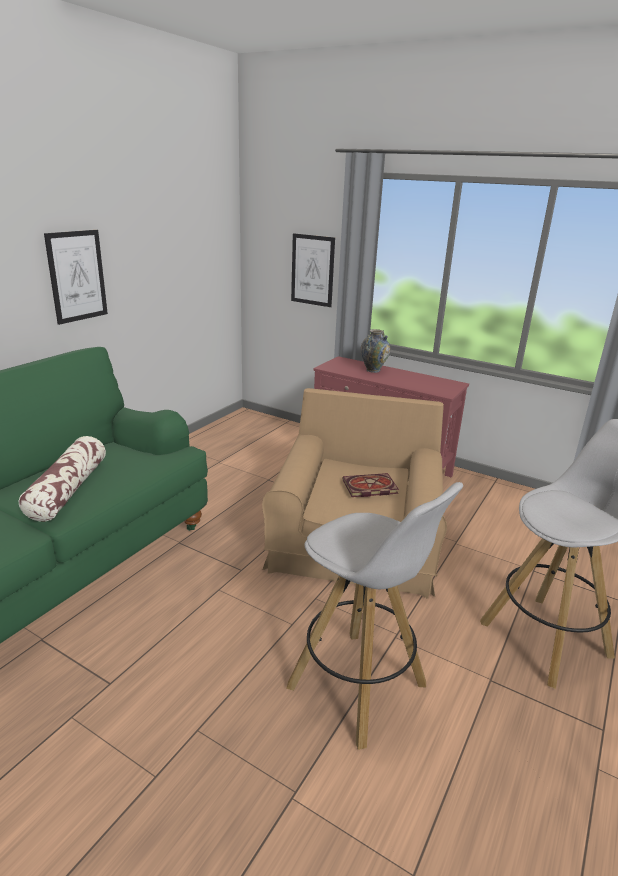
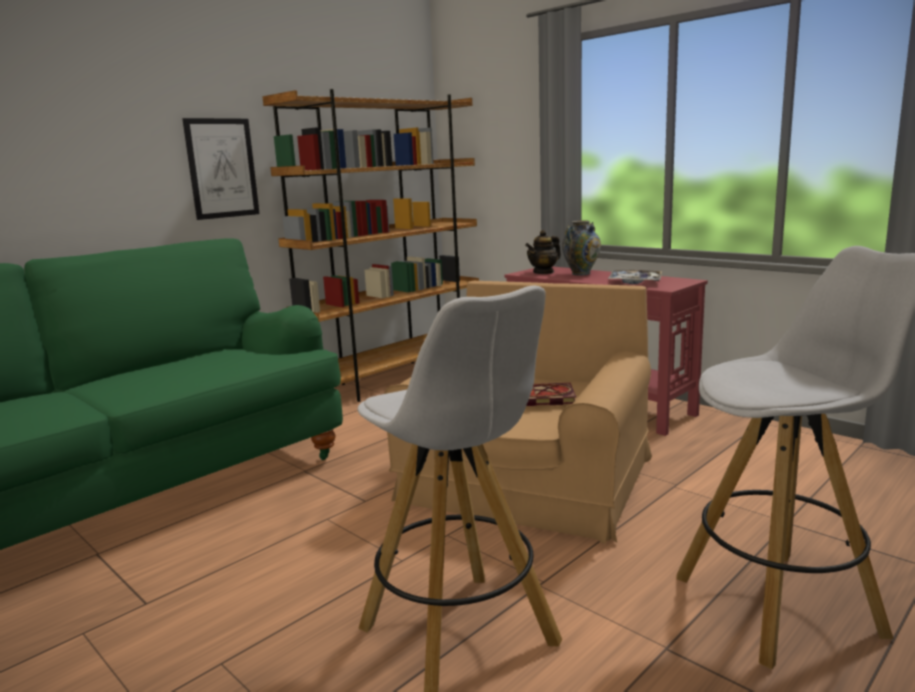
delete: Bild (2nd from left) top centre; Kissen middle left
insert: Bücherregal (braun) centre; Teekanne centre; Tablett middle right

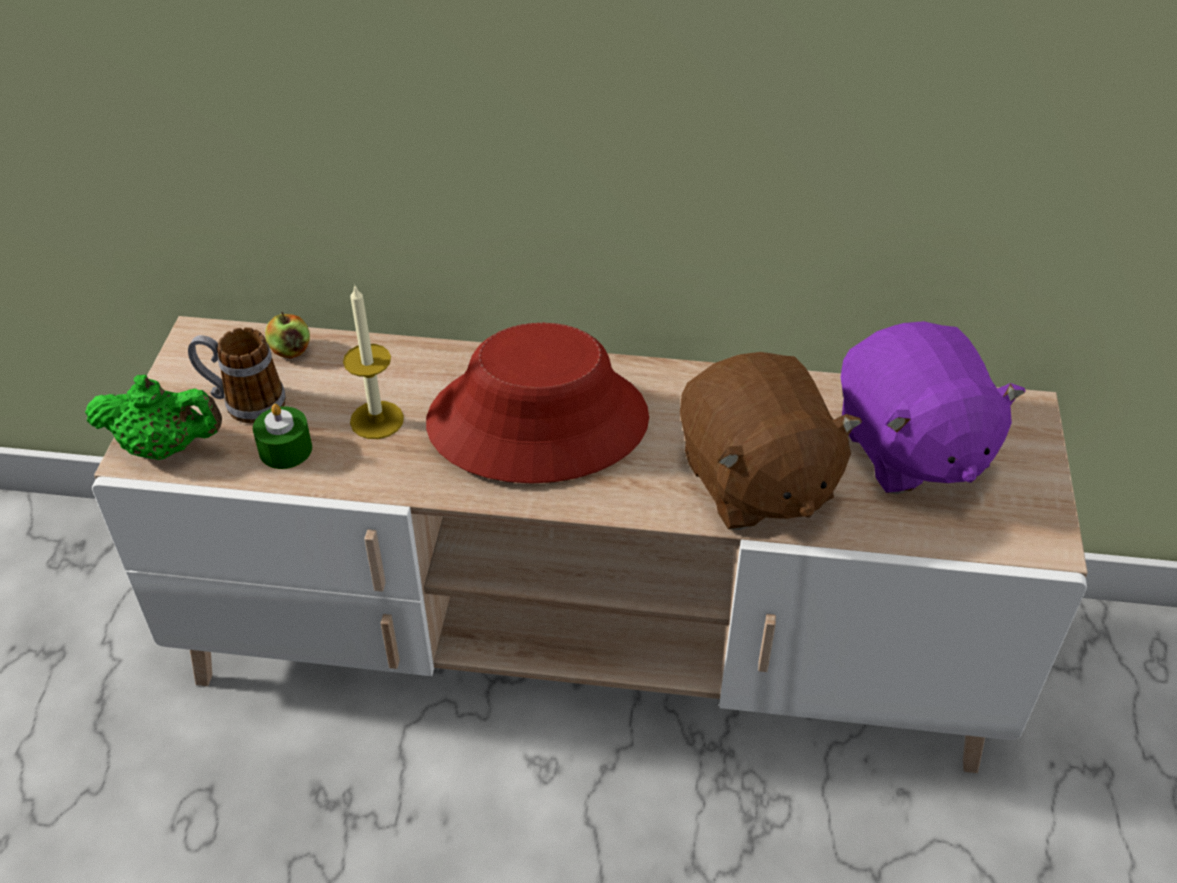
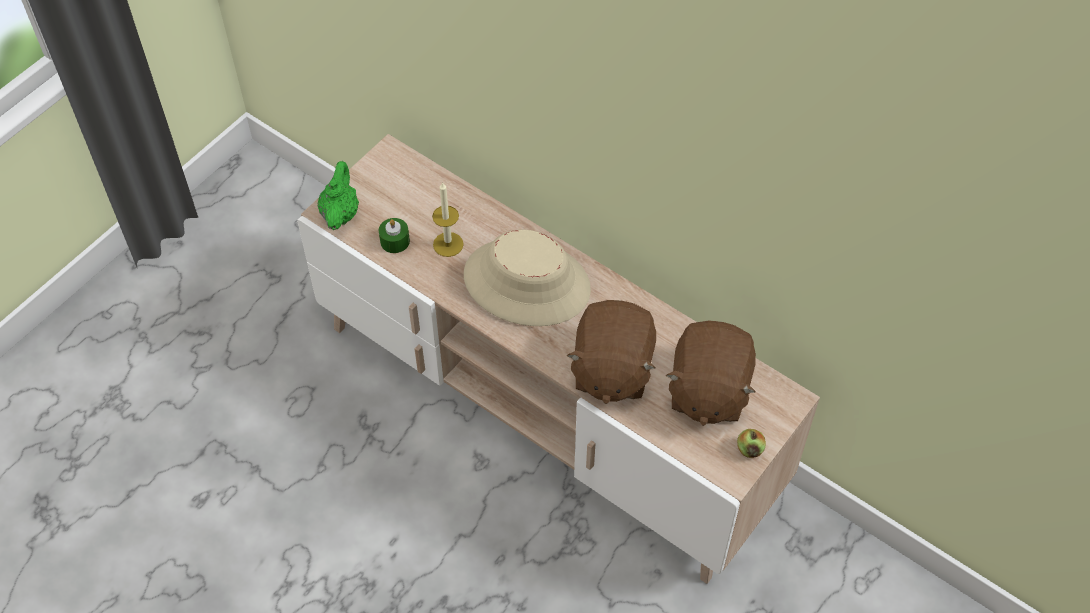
delete: Henkelbecher middle left
move: Apfel middle left to bottom right
recolor: Plüschtier (lila) middle right to Plüschtier (braun) (2nd from left) centre; Hut (rot) centre to Hut (beige) centre
rotate: Teekanne (grün) middle left = top left 120 degrees counterclockwise

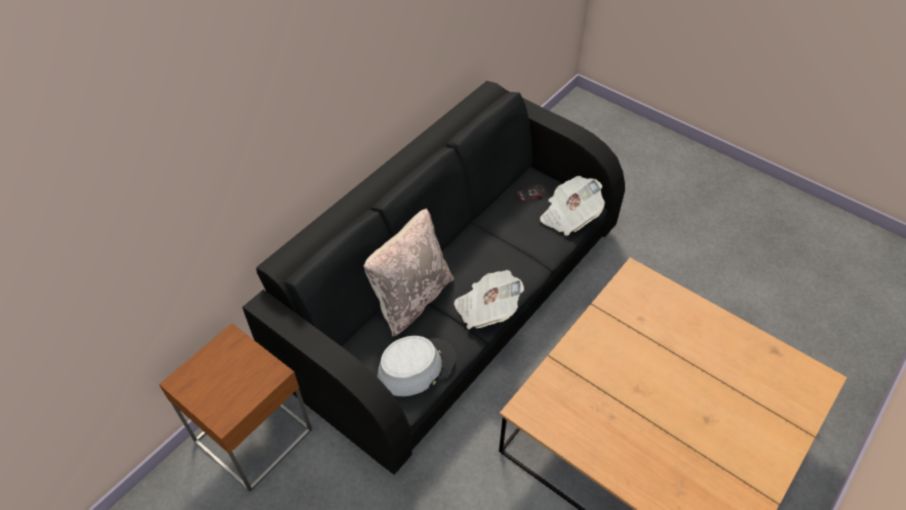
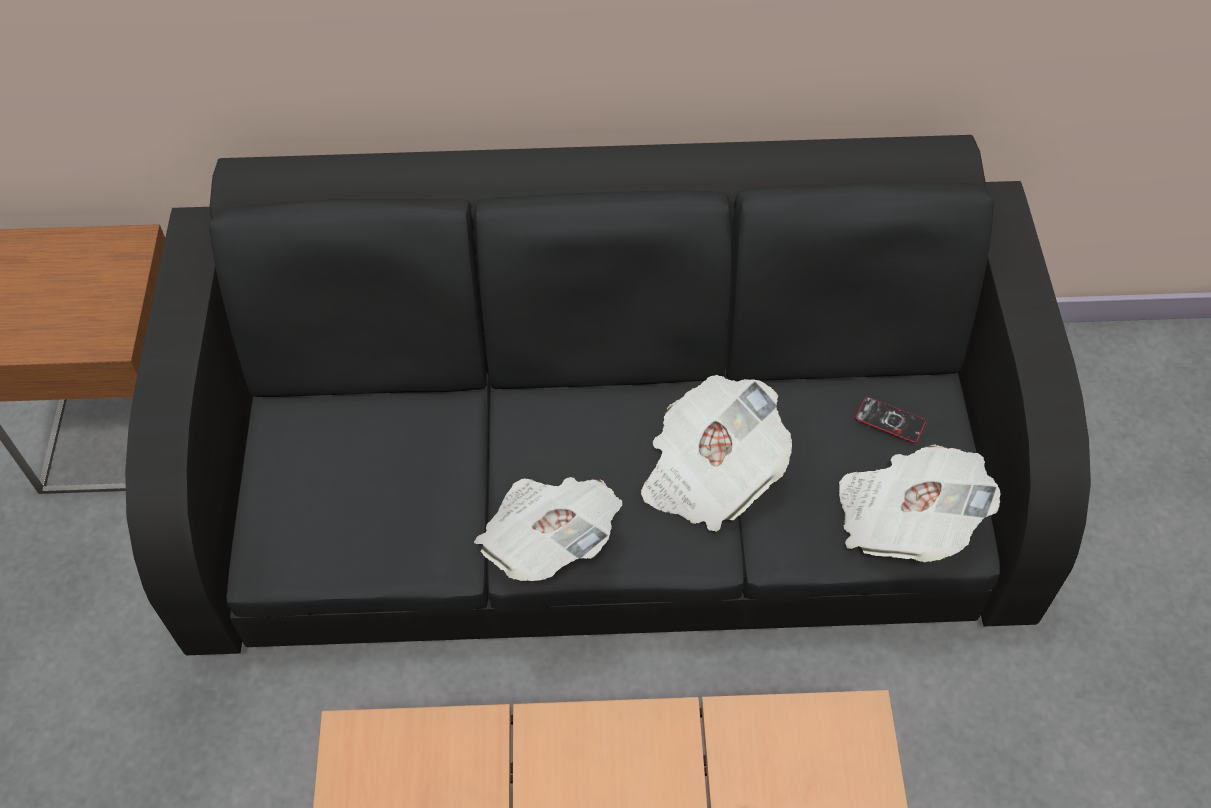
delete: Kissen (beige) centre; Hut (grau) bottom centre
insert: Zeitung (2nd from left) centre

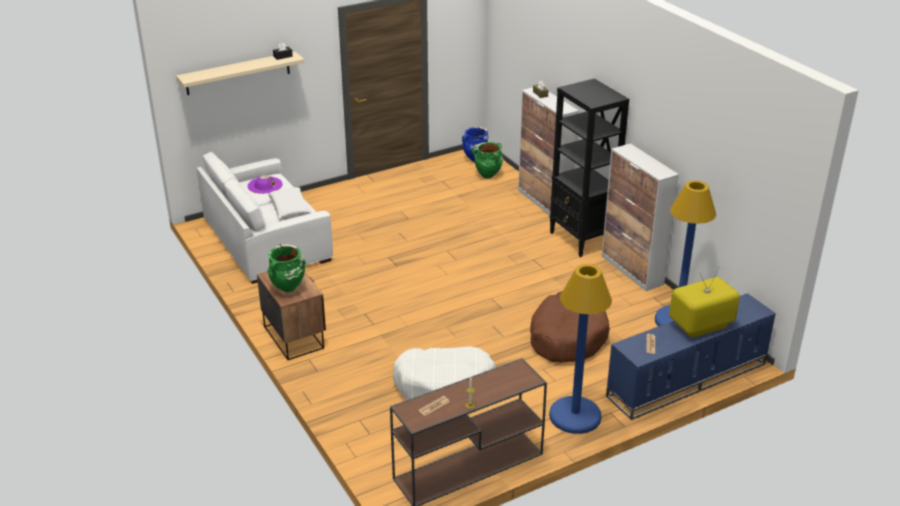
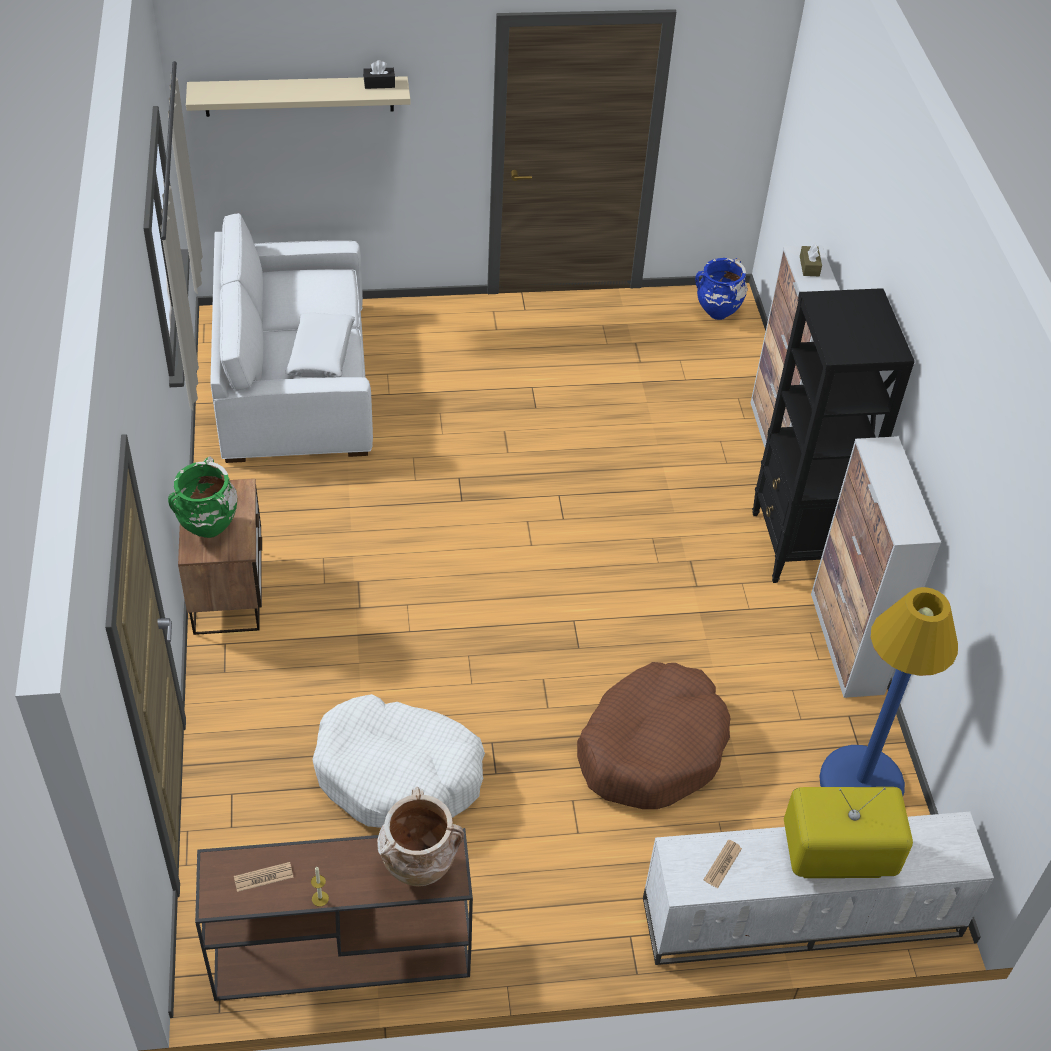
delete: Vase (grün) (2nd from left) top centre; Hut (lila) middle left; Stehlampe (blau) (1st from left) bottom centre
insert: Vase (beige) bottom centre
recolor: Fernsehschrank (blau) bottom right to Fernsehschrank (weiß) bottom right

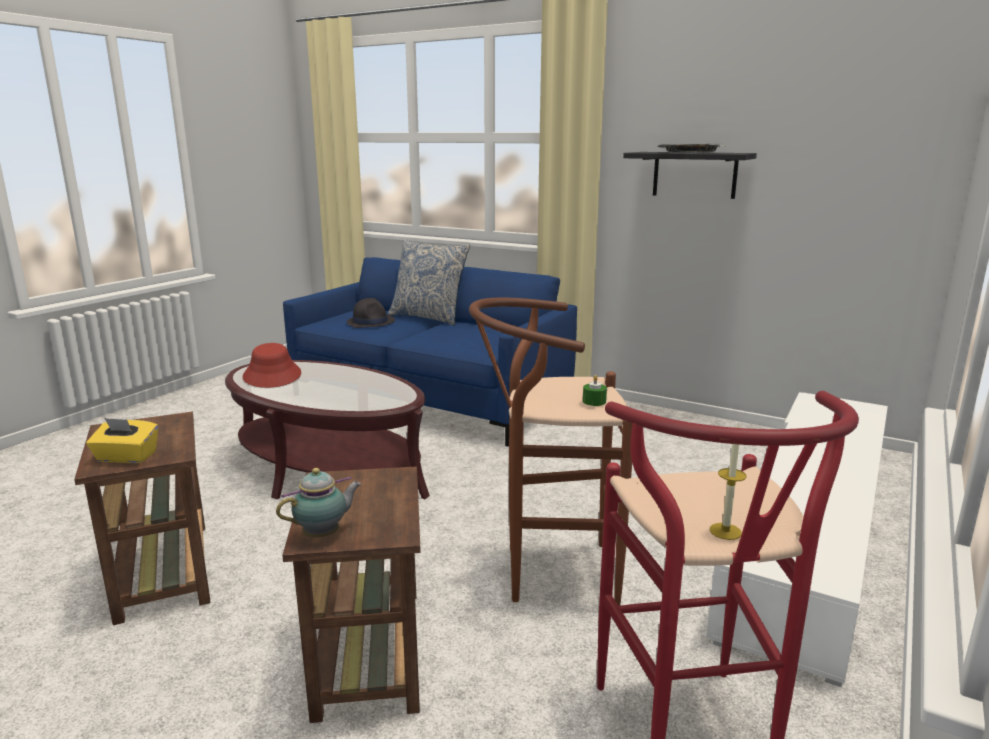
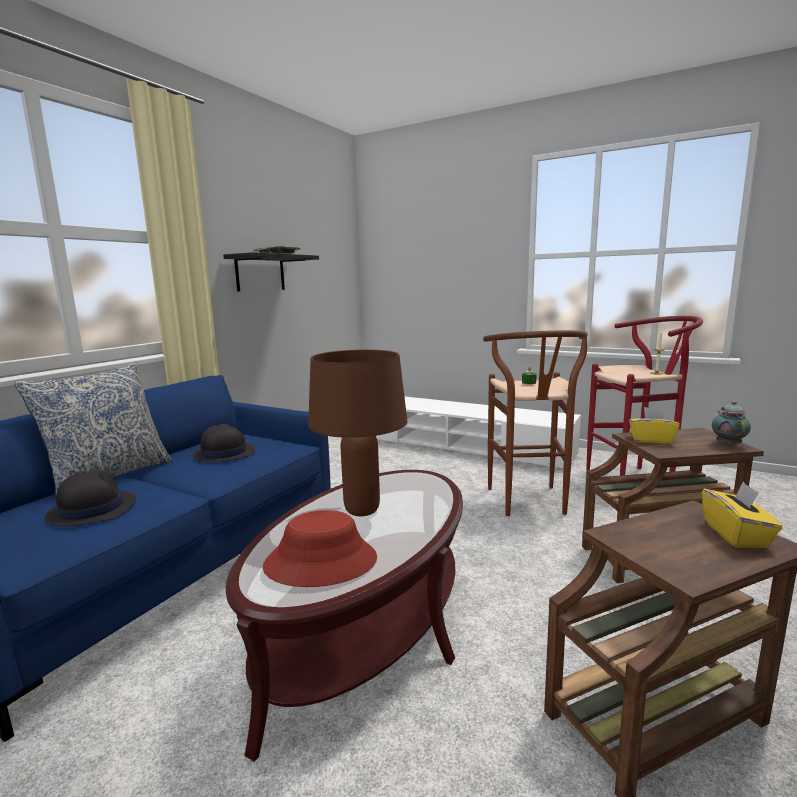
insert: Tischlampe (braun) centre; Taschentuchbox (gelb) (1st from left) middle right; Hut (schwarz) (2nd from left) middle left
rotate: Teekanne bottom left = middle right 45 degrees clockwise

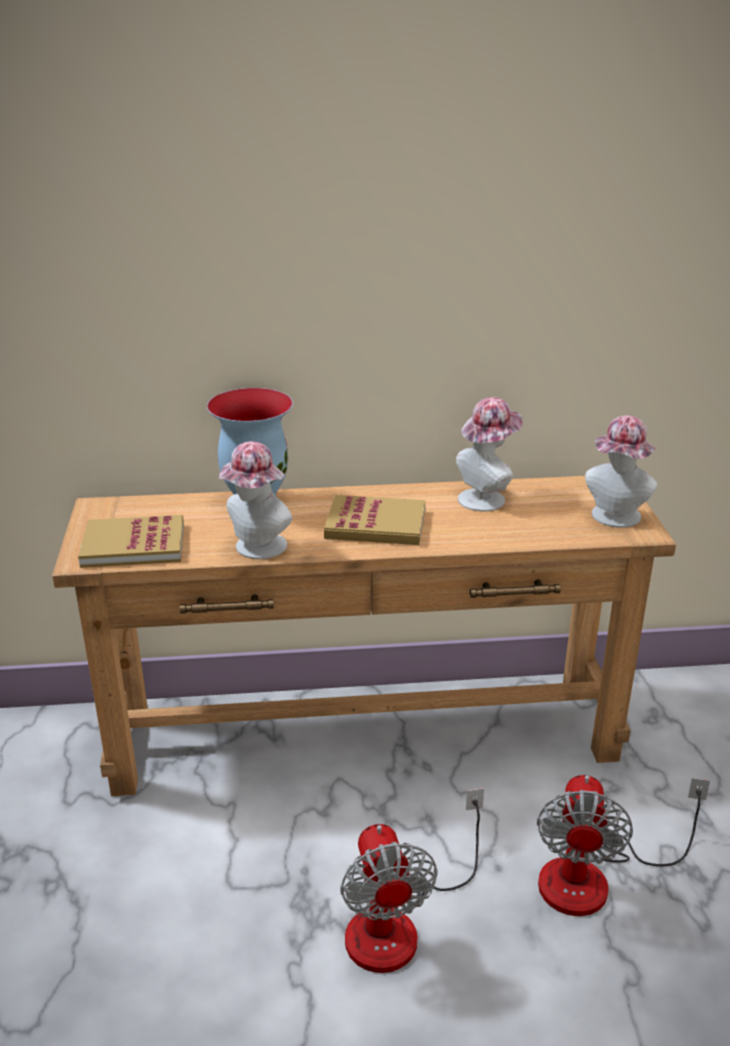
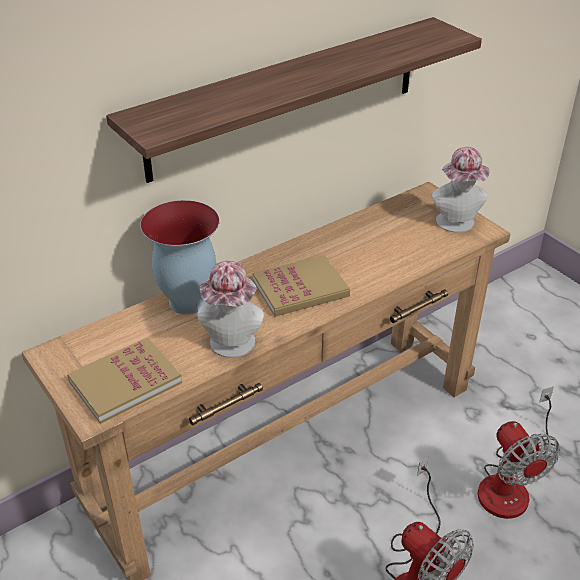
delete: Hut (2nd from left) middle right
insert: Wandregal top centre

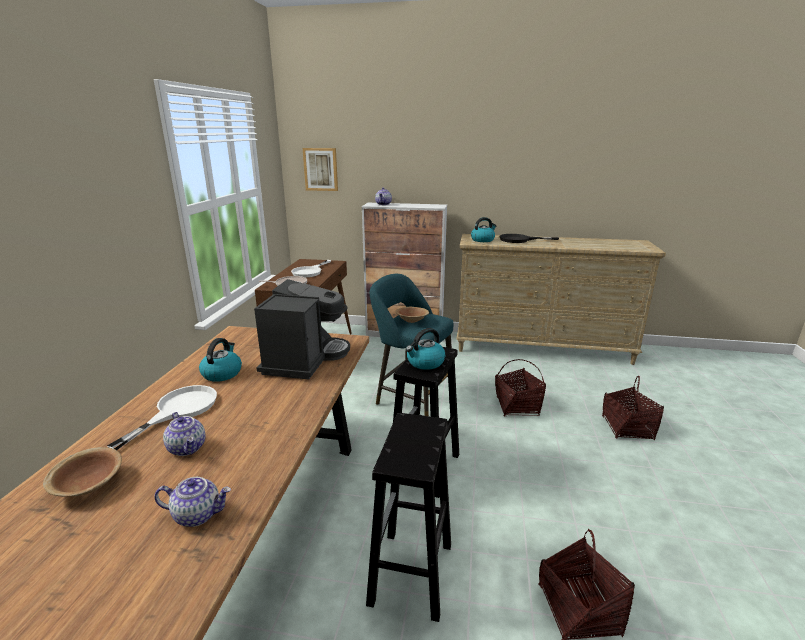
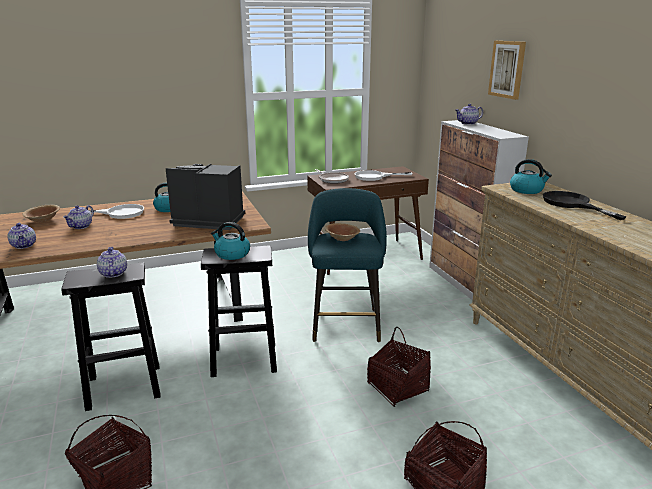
insert: Teekanne (3rd from left) middle left
move: Bild top centre to top right
rotate: Kaffeemaschine centre = middle left 150 degrees counterclockwise

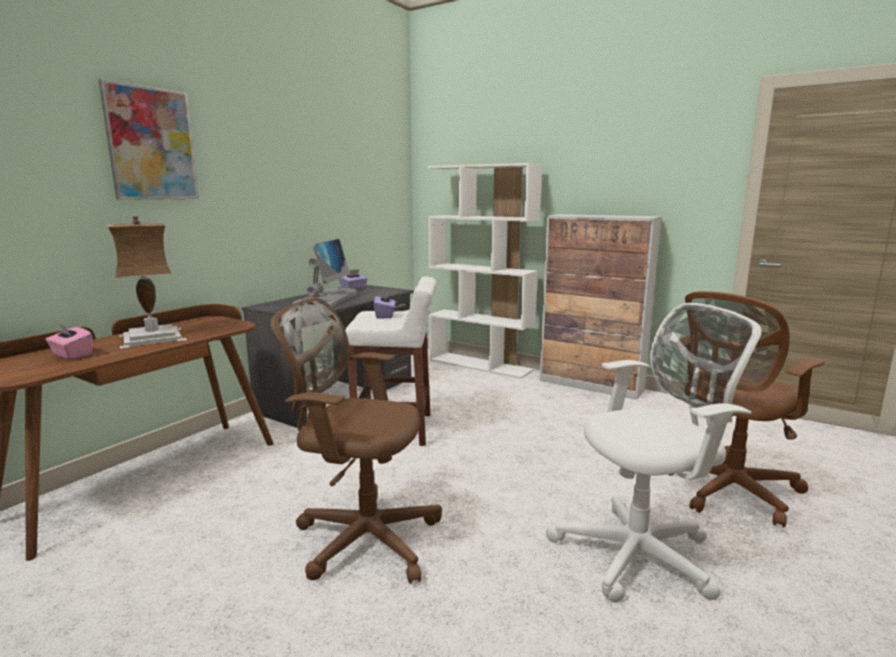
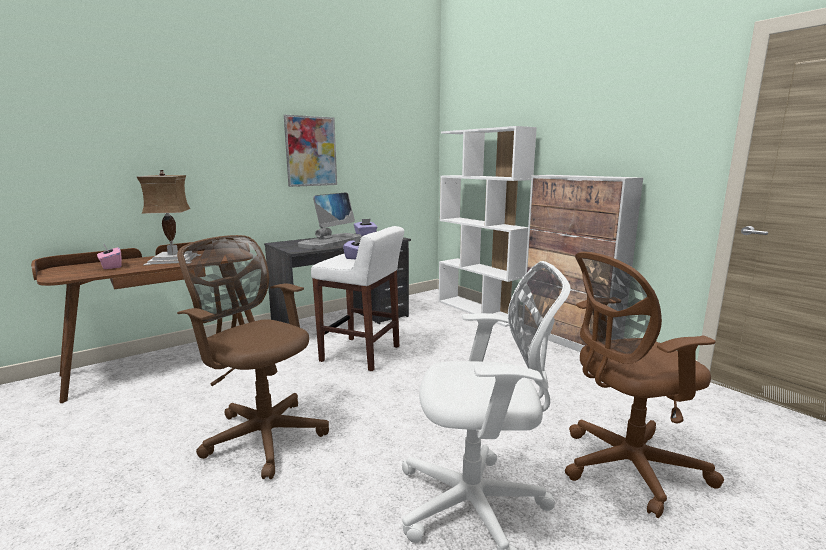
move: Bild top left to top centre

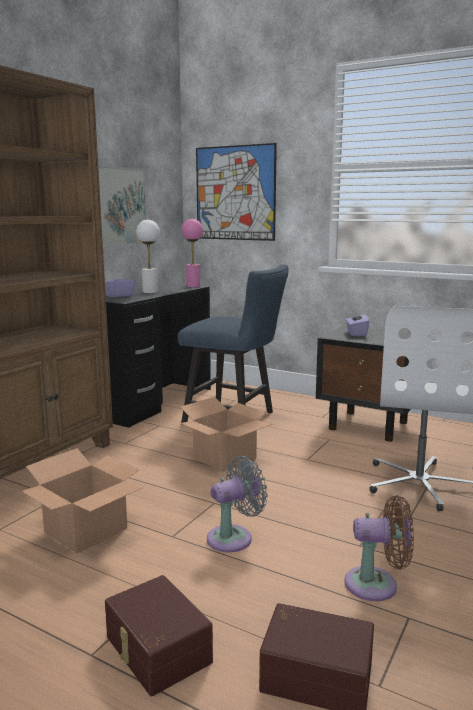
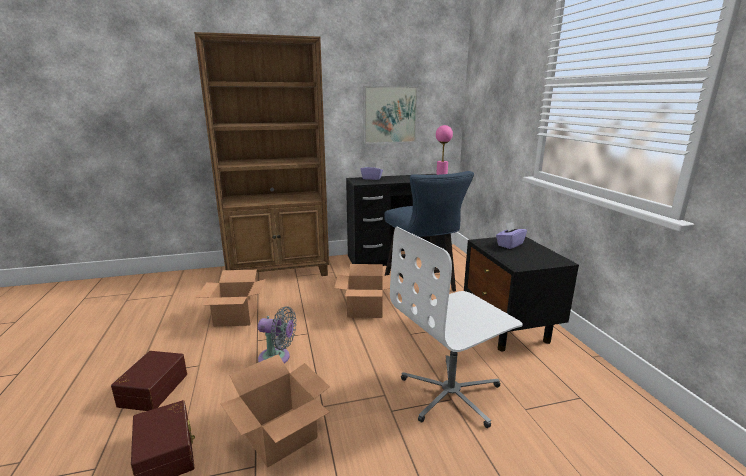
delete: Bild (2nd from left) top centre; Tischlampe (weiß) middle left
replace: Ventilator (braun) bottom right to Karton (2nd from left) bottom centre

